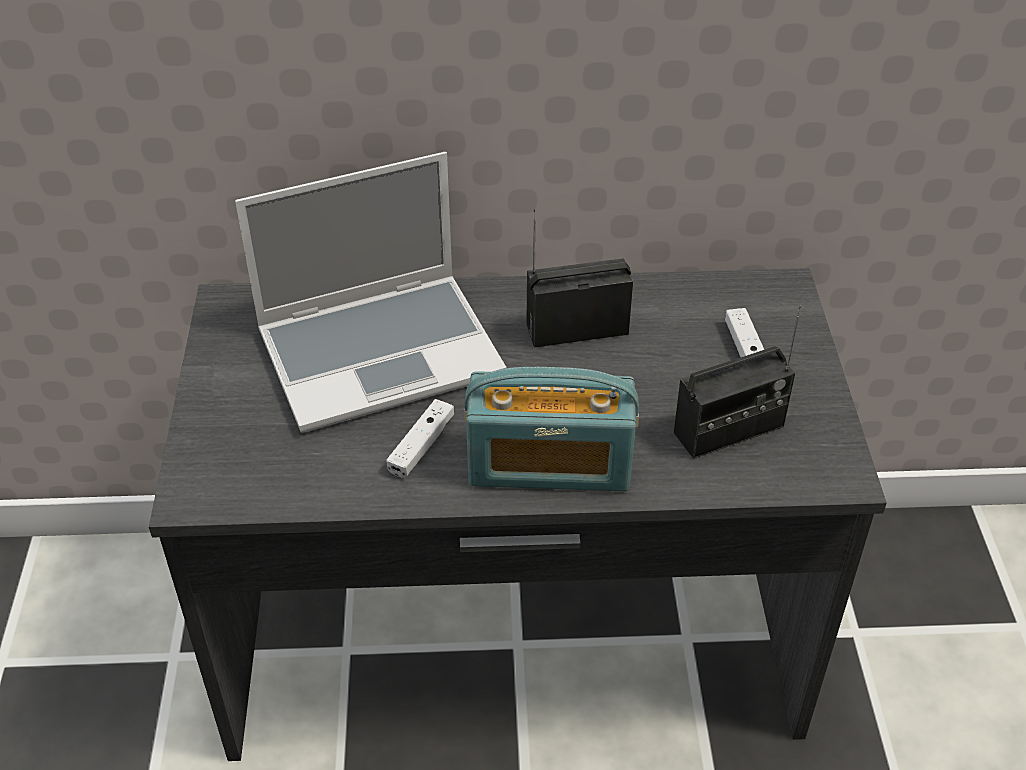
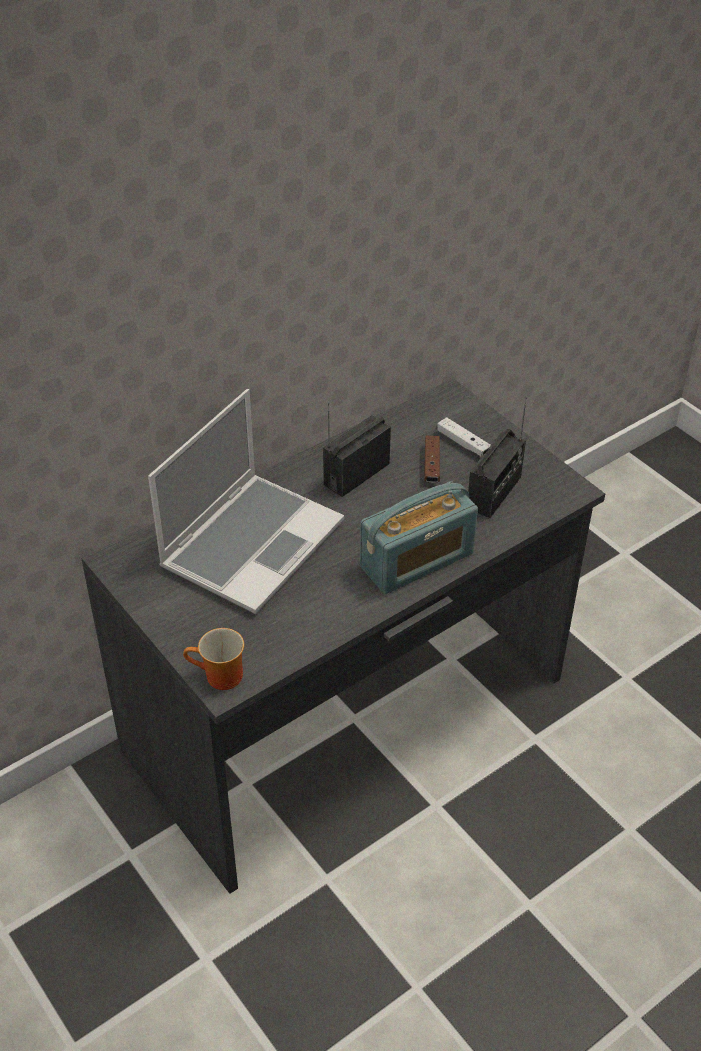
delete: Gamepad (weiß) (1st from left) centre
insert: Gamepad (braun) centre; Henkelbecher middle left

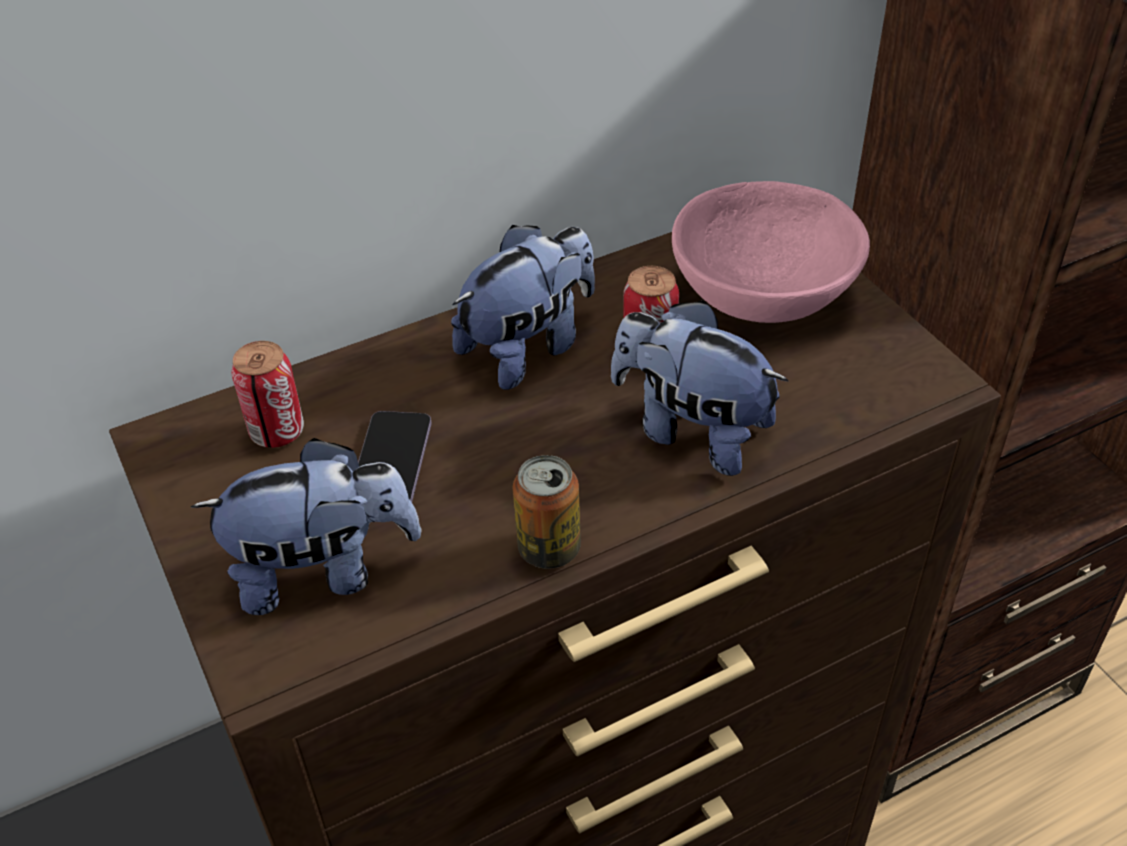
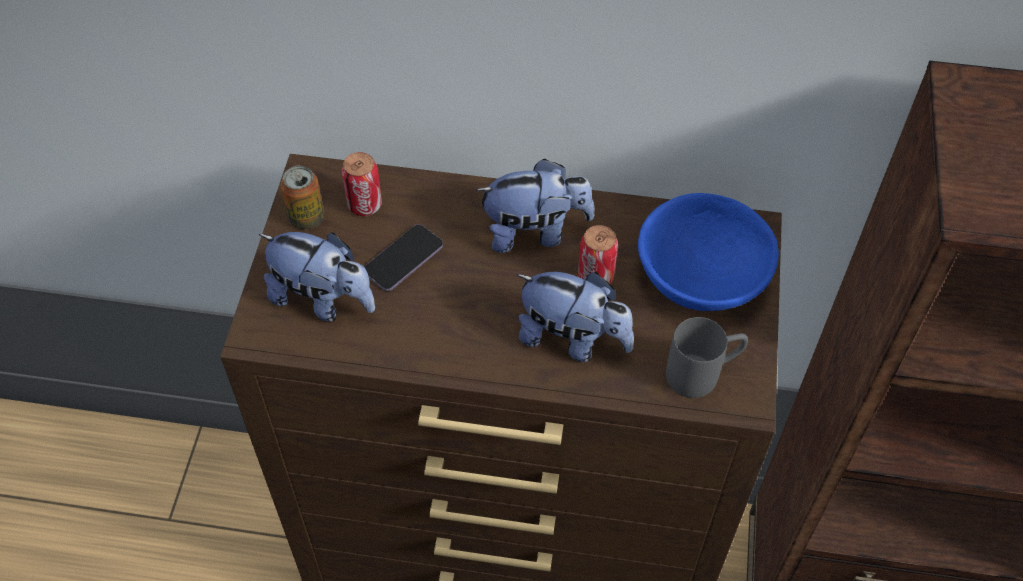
insert: Henkelbecher (grau) middle right
move: Dose (2nd from left in the first image) centre to Dose (1st from left) middle left
recolor: Schüssel (rosa) top right to Schüssel (blau) middle right
rotate: Plüschtier (3rd from left) centre = centre 135 degrees clockwise

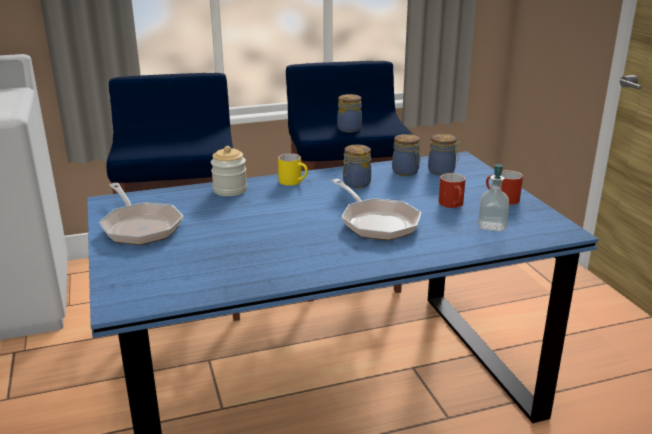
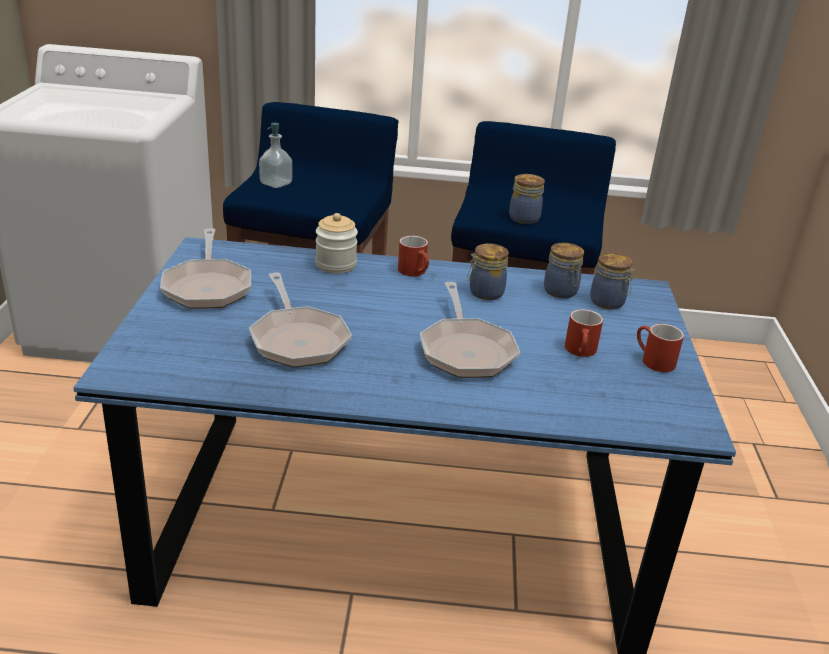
insert: Pfanne (2nd from left) centre
move: Seifenspender middle right to top left
recolor: Henkelbecher (gelb) centre to Henkelbecher (rot) (1st from left) centre

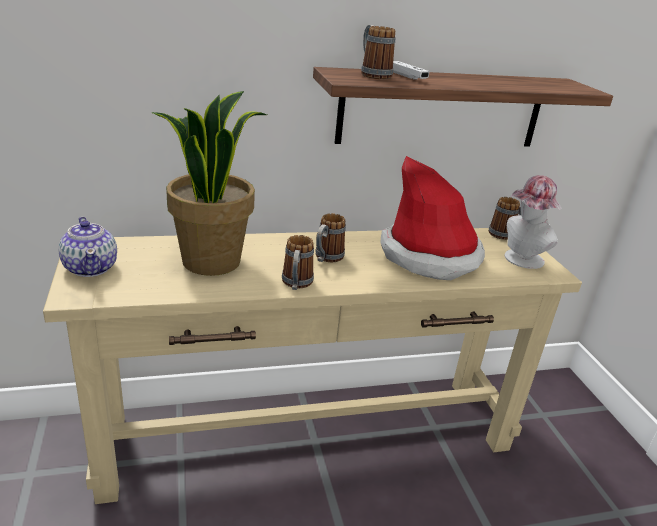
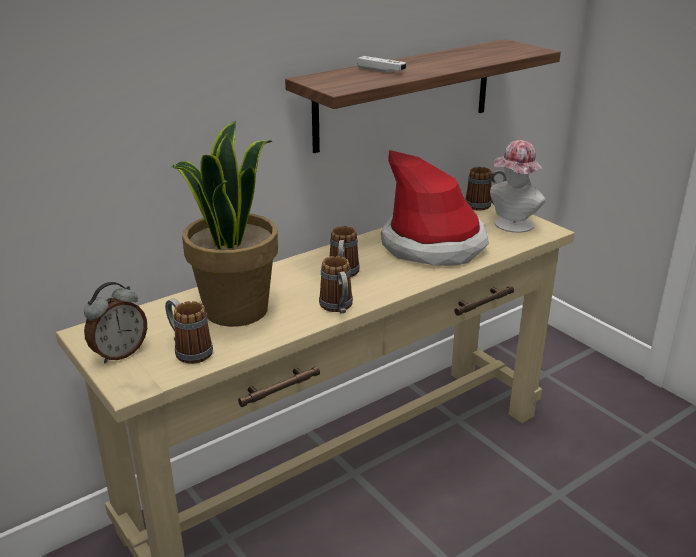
move: Henkelbecher (3rd from left in the first image) top centre to Henkelbecher (1st from left) middle left
replace: Teekanne middle left to Wecker middle left

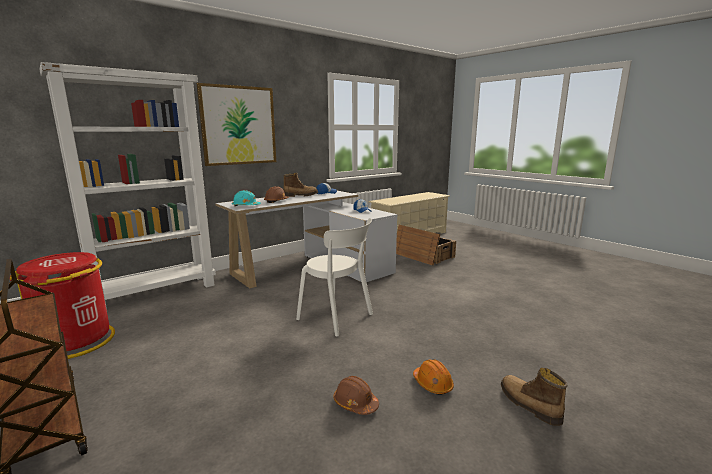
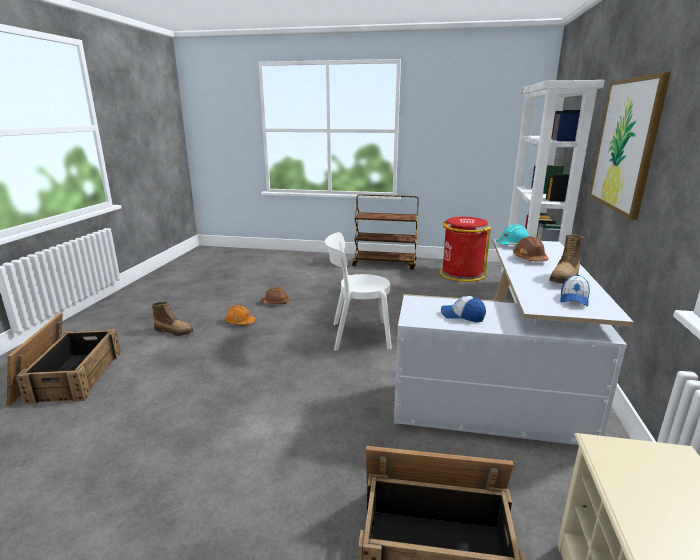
insert: Kiste (1st from left) middle left

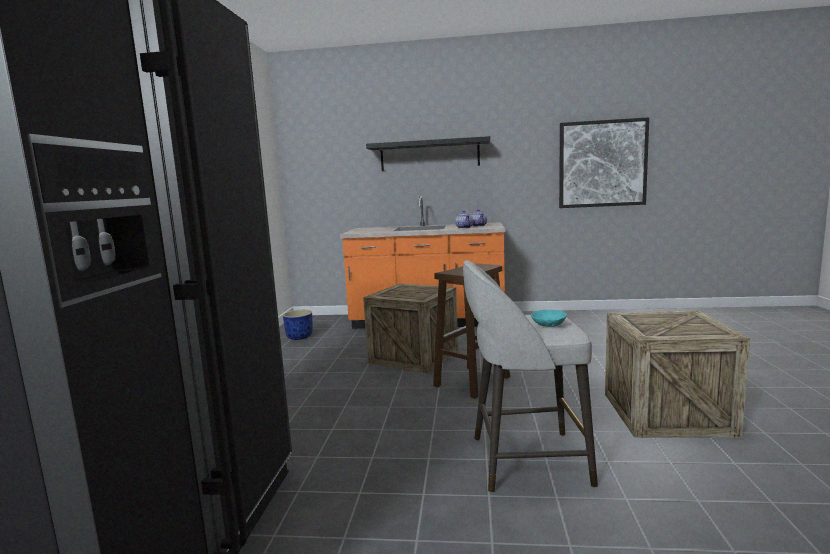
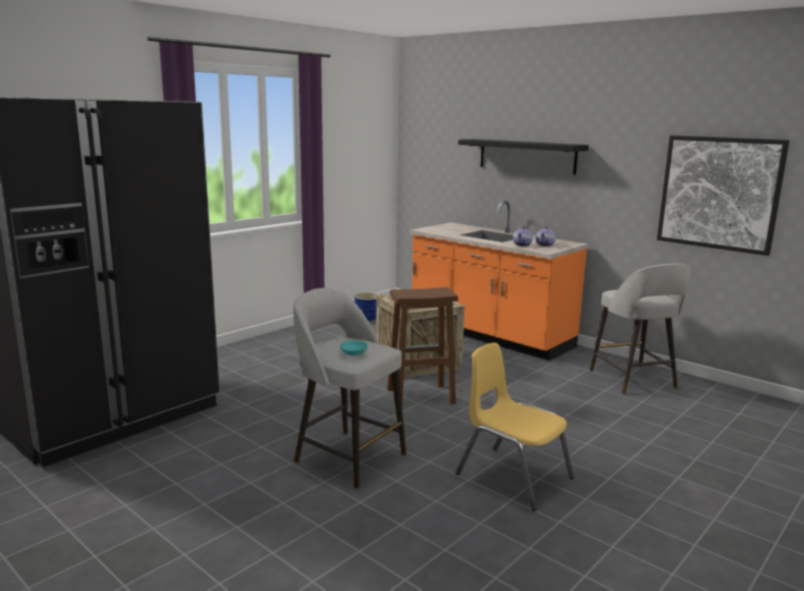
insert: Hocker (grau) (2nd from left) middle right
replace: Kiste (2nd from left) bottom right to Stuhl (gelb) bottom centre

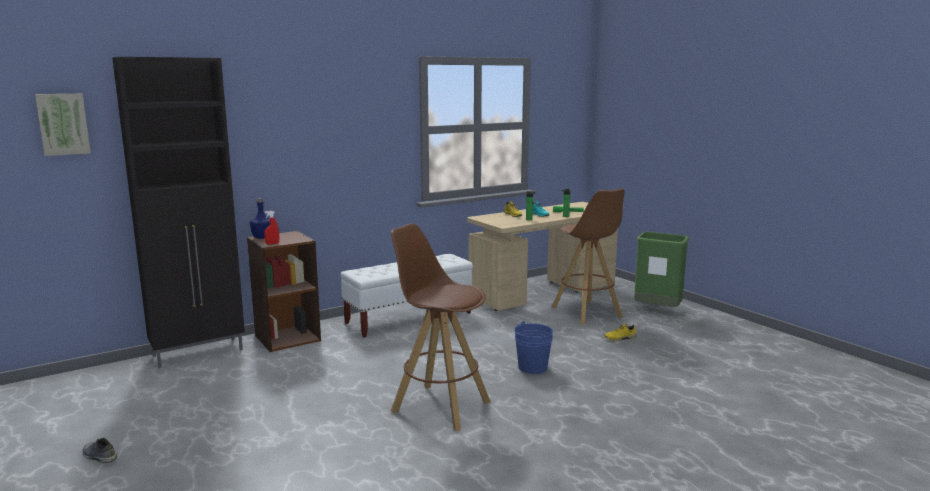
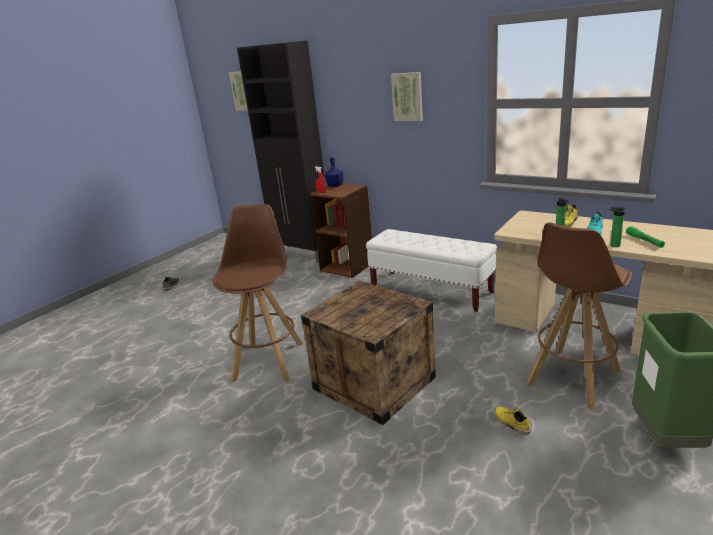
insert: Bild (2nd from left) top centre
replace: Eimer (blau) bottom centre to Kiste centre

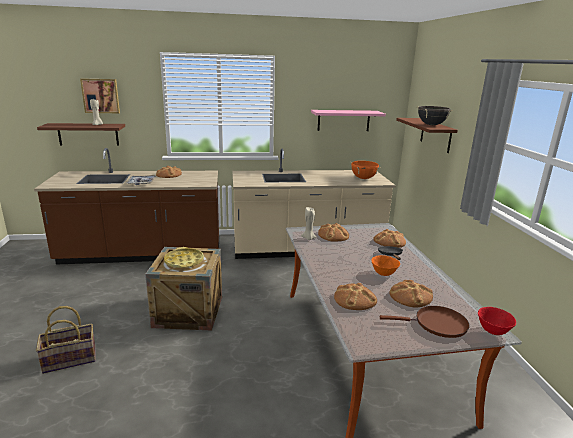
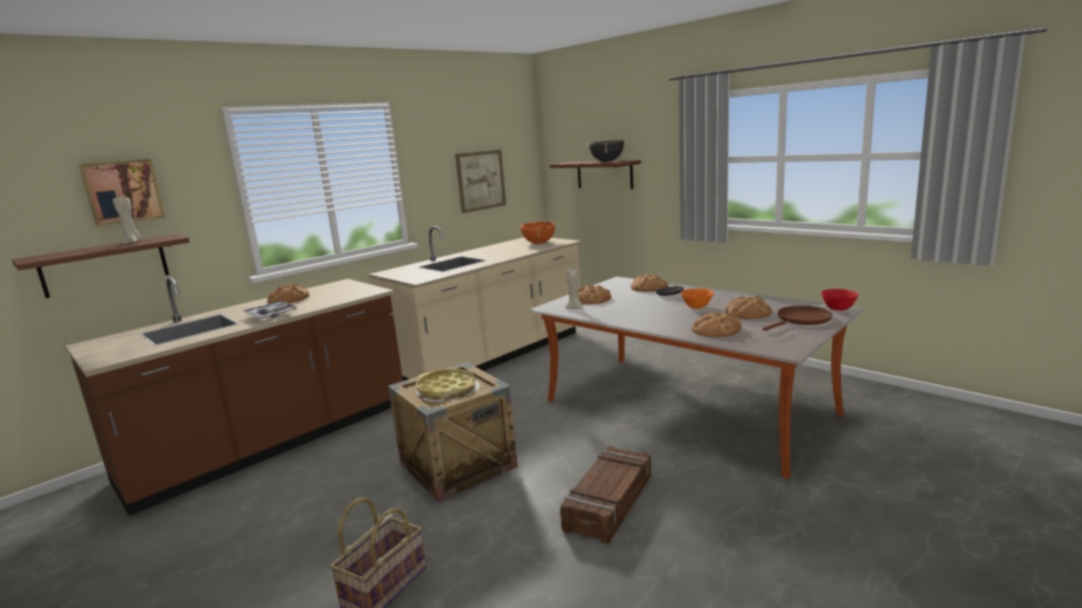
insert: Kiste (2nd from left) bottom centre
replace: Wandregal (rosa) top centre to Bild (2nd from left) top centre

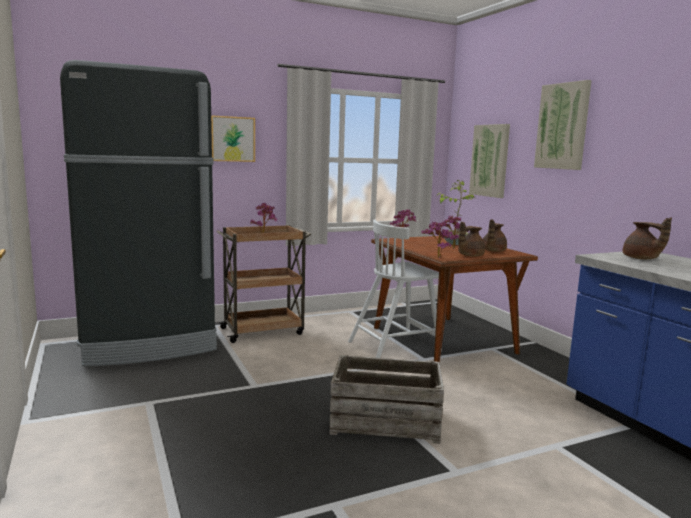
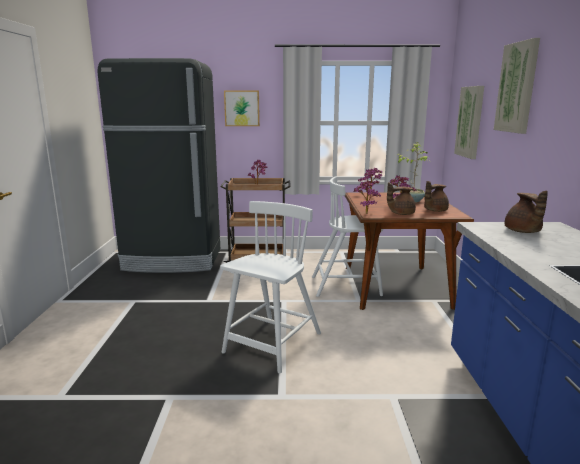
replace: Kiste bottom centre to Stuhl (weiß) (1st from left) centre

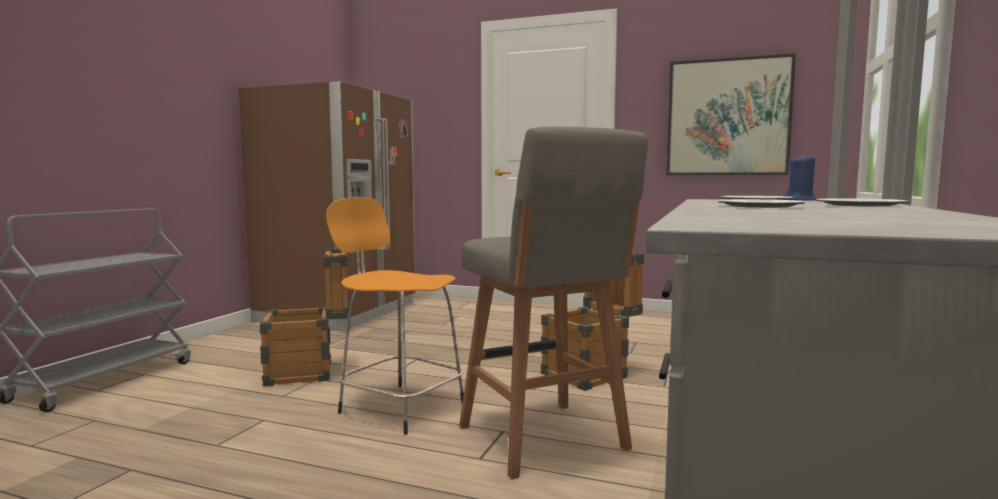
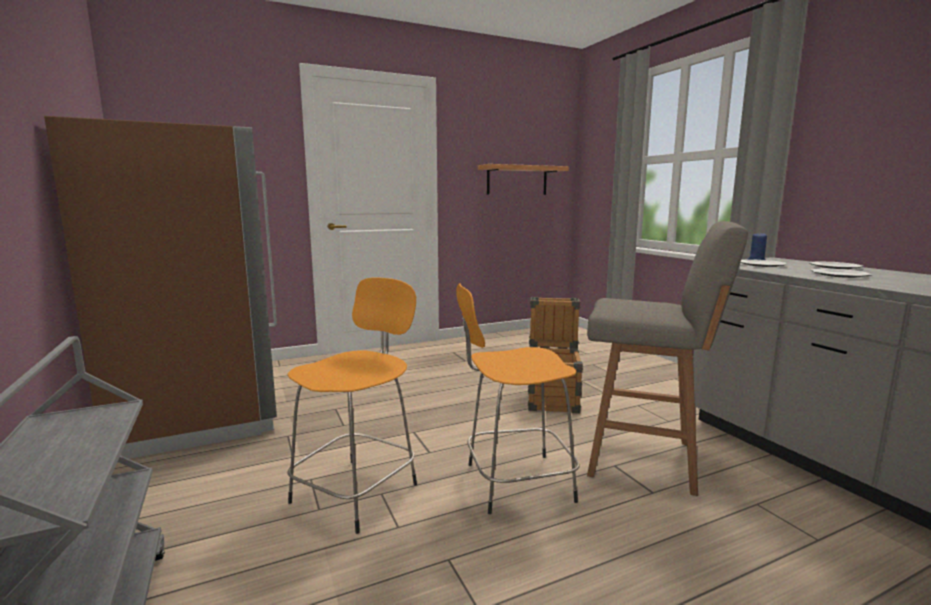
replace: Bild top right to Wandregal top centre; Kiste (1st from left) middle left to Hocker (orange) (1st from left) bottom centre

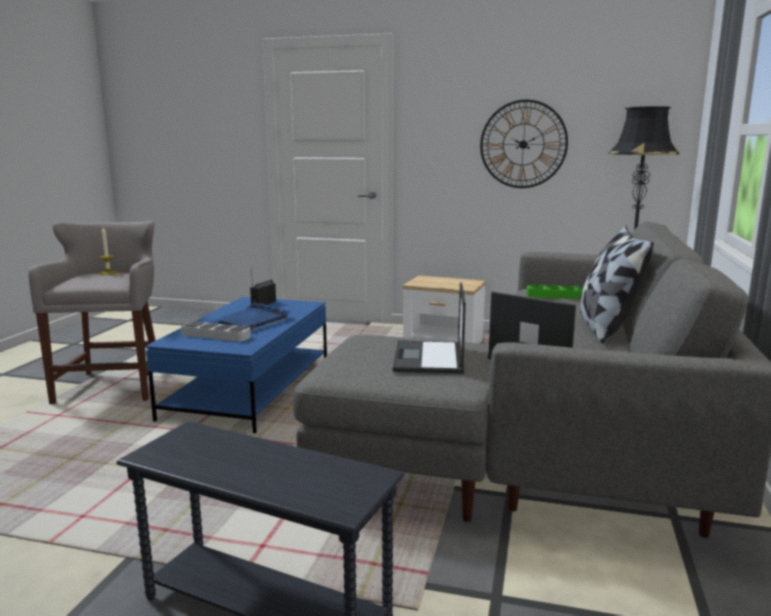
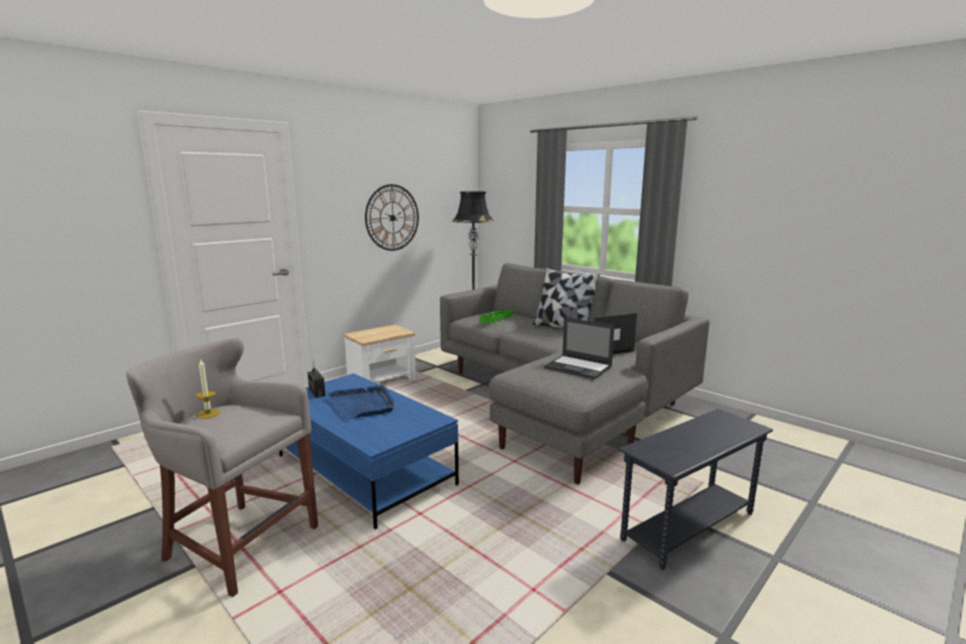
delete: Tablett (grau) middle left

